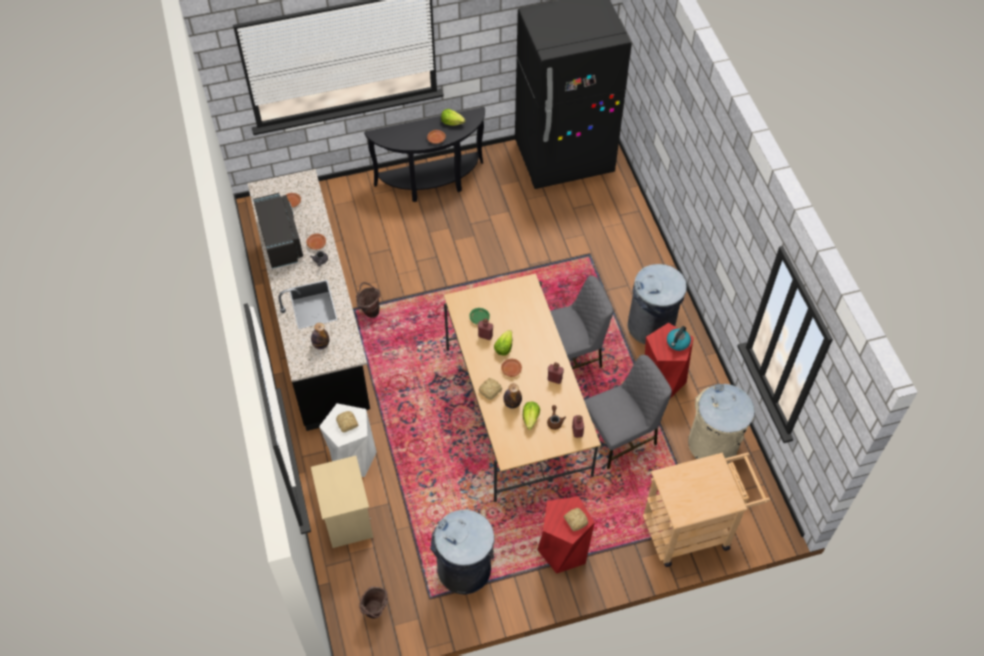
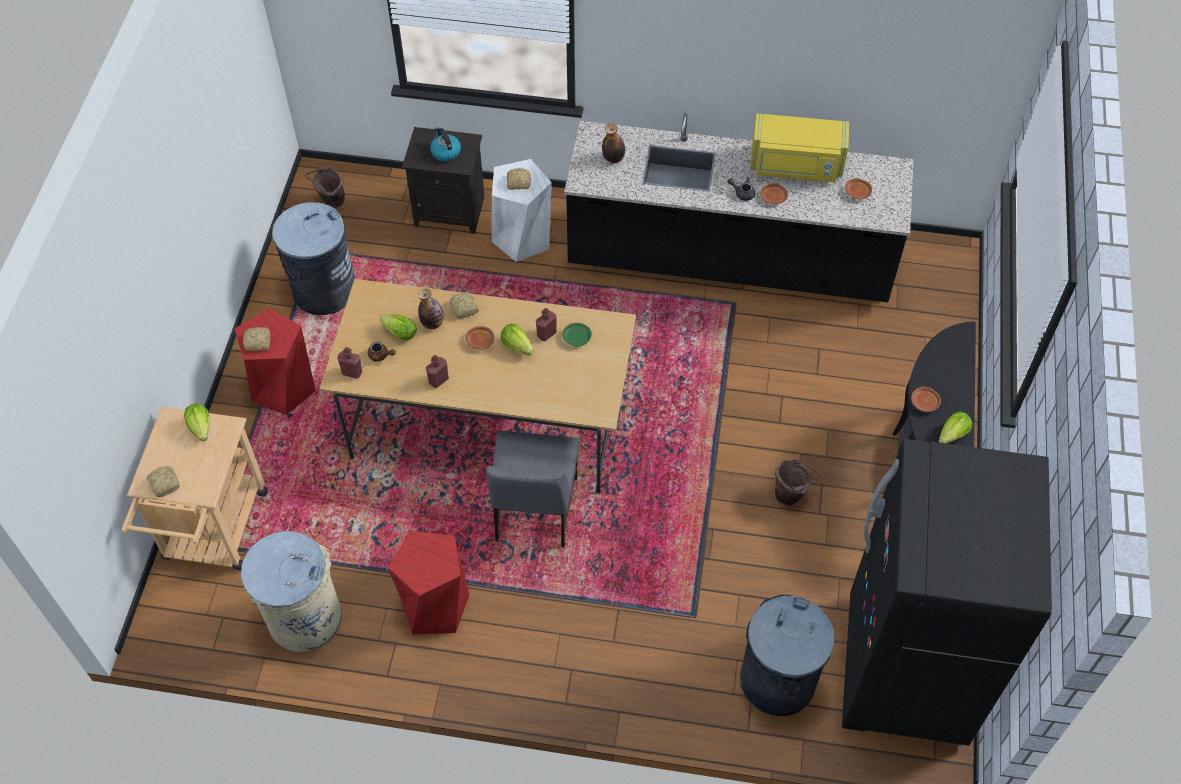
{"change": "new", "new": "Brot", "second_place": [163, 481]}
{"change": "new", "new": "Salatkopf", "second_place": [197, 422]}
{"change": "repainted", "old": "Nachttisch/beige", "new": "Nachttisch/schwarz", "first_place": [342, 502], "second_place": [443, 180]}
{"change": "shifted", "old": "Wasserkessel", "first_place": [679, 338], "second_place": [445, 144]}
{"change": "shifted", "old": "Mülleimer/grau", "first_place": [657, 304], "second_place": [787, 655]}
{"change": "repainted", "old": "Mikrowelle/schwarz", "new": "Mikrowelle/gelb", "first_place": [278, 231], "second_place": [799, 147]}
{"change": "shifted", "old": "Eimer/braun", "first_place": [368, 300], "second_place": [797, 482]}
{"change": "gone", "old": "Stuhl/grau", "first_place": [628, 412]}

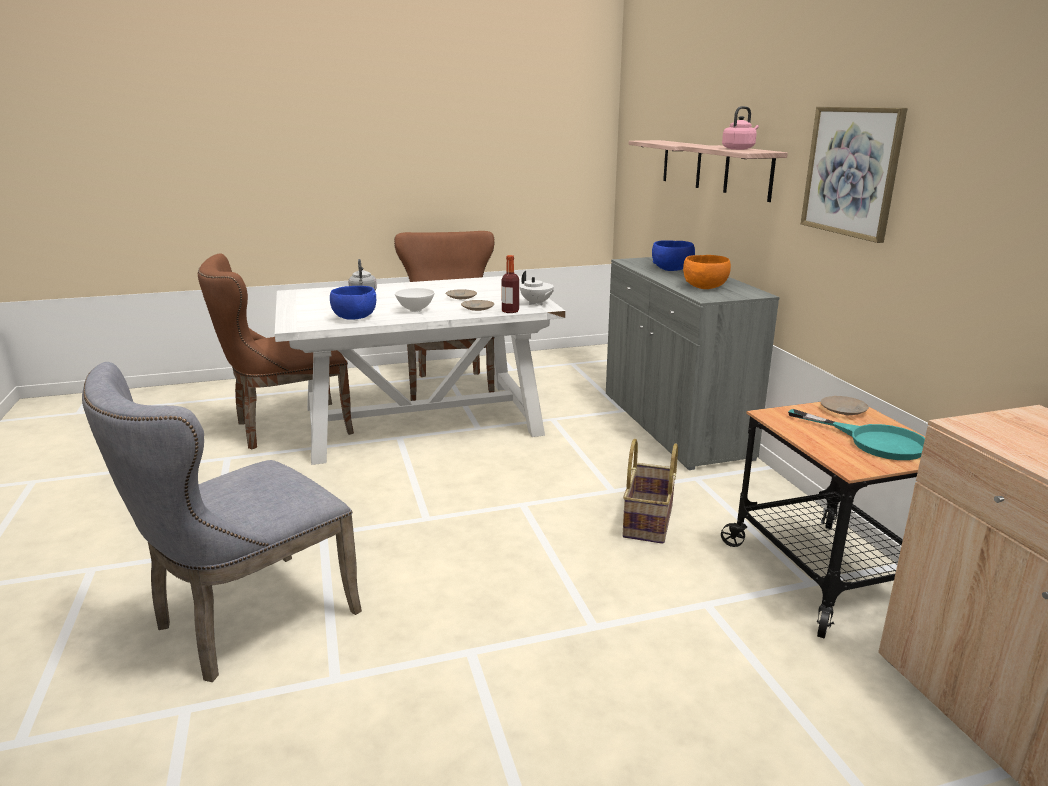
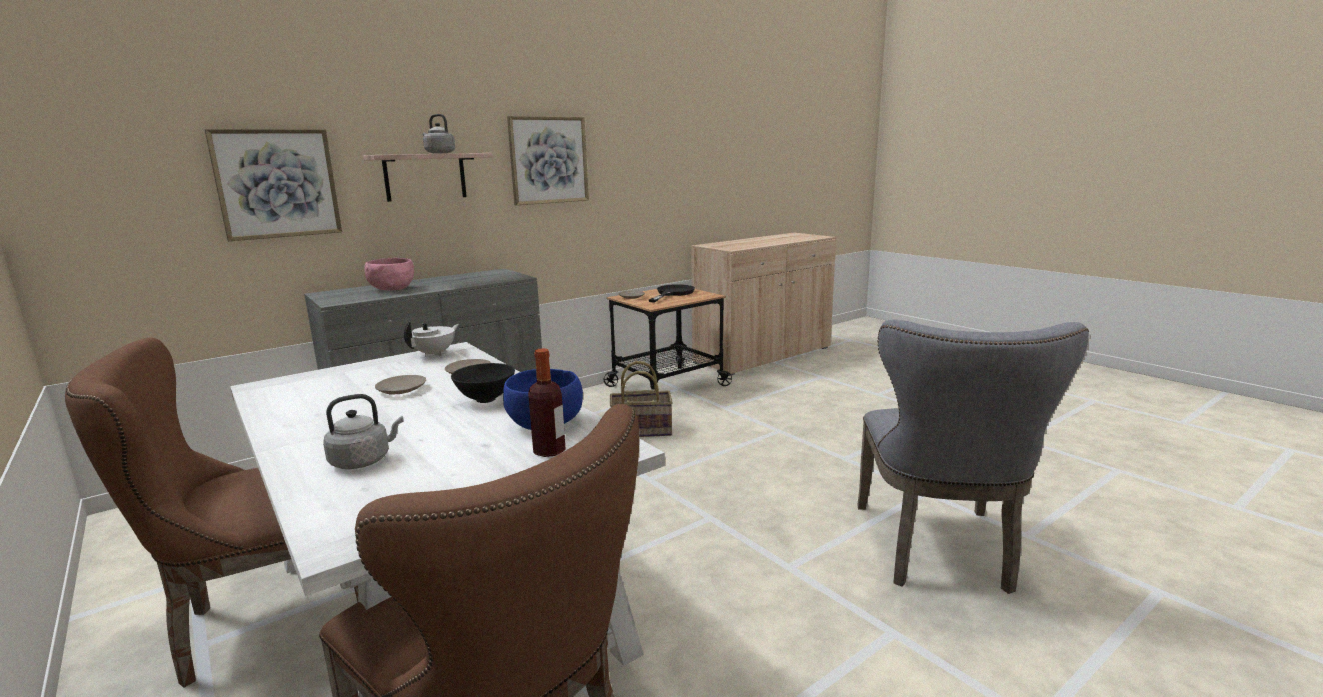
{"change": "swapped", "old": "Wandregal", "new": "Bild", "first_place": [669, 164], "second_place": [273, 185]}
{"change": "repainted", "old": "Schüssel/blau", "new": "Schüssel/rosa", "first_place": [673, 255], "second_place": [389, 274]}
{"change": "repainted", "old": "Wasserkessel/rosa", "new": "Wasserkessel/grau", "first_place": [740, 128], "second_place": [439, 134]}
{"change": "repainted", "old": "Schüssel/weiß", "new": "Schüssel/schwarz", "first_place": [415, 300], "second_place": [483, 383]}
{"change": "shifted", "old": "Flasche", "first_place": [510, 284], "second_place": [547, 402]}
{"change": "repainted", "old": "Pfanne/türkis", "new": "Pfanne/schwarz", "first_place": [856, 434], "second_place": [672, 293]}
{"change": "rotated", "old": "Stuhl/grau", "first_place": [222, 522], "second_place": [973, 457], "degrees": 75}
{"change": "gone", "old": "Schüssel/orange", "first_place": [707, 272]}

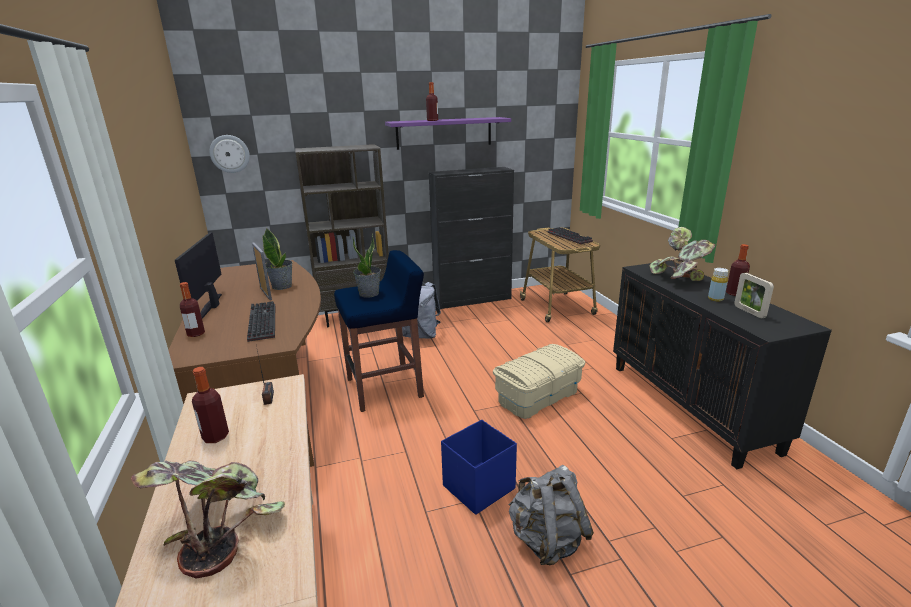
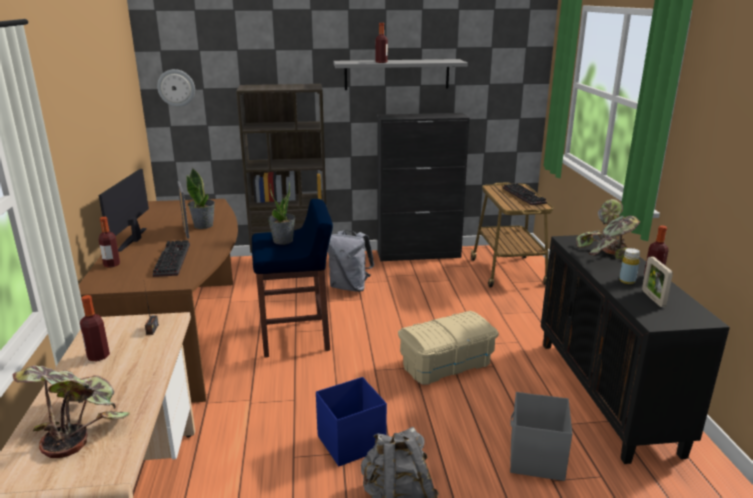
{"change": "repainted", "old": "Wandregal/lila", "new": "Wandregal/grau", "first_place": [448, 133], "second_place": [400, 74]}
{"change": "new", "new": "Aufbewahrungsbox/grau", "second_place": [541, 436]}

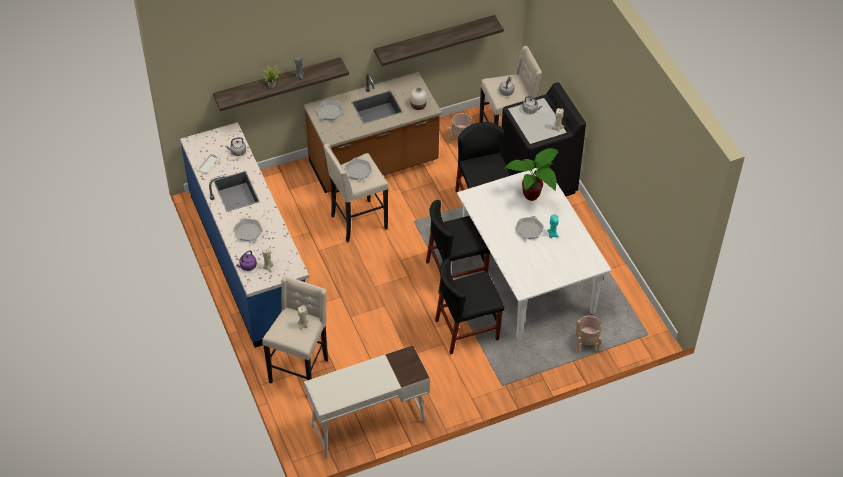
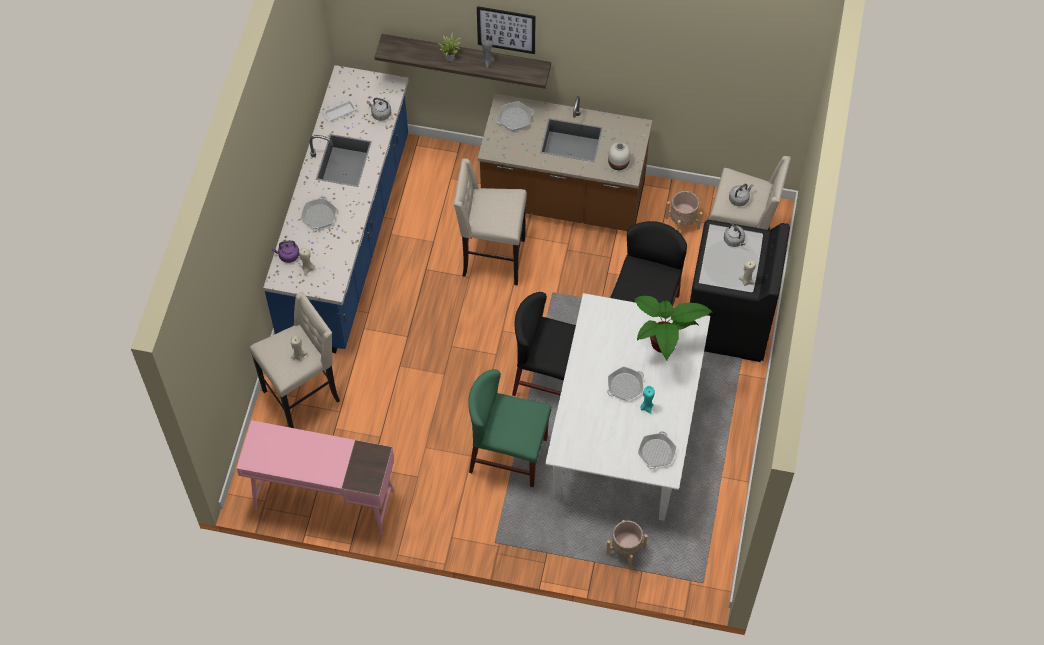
{"change": "repainted", "old": "Schreibtisch/weiß", "new": "Schreibtisch/rosa", "first_place": [367, 401], "second_place": [315, 477]}
{"change": "repainted", "old": "Stuhl/schwarz", "new": "Stuhl/grün", "first_place": [469, 307], "second_place": [509, 428]}
{"change": "new", "new": "Bild", "second_place": [506, 30]}
{"change": "shifted", "old": "Pfanne", "first_place": [358, 168], "second_place": [657, 450]}
{"change": "gone", "old": "Wandregal", "first_place": [439, 40]}

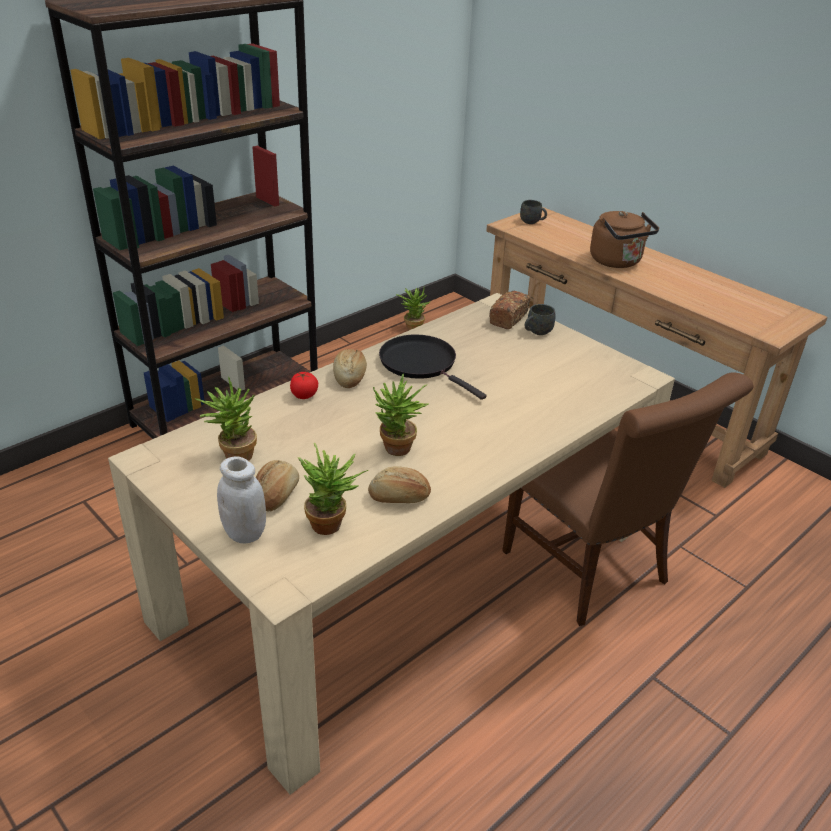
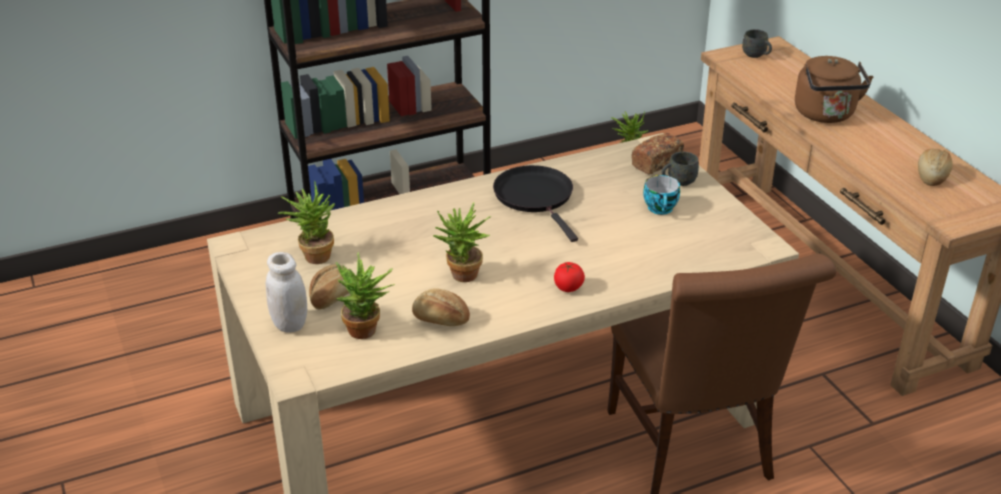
{"change": "shifted", "old": "Tomate", "first_place": [304, 385], "second_place": [569, 277]}
{"change": "new", "new": "Tasse", "second_place": [661, 195]}
{"change": "shifted", "old": "Brot", "first_place": [350, 368], "second_place": [935, 167]}

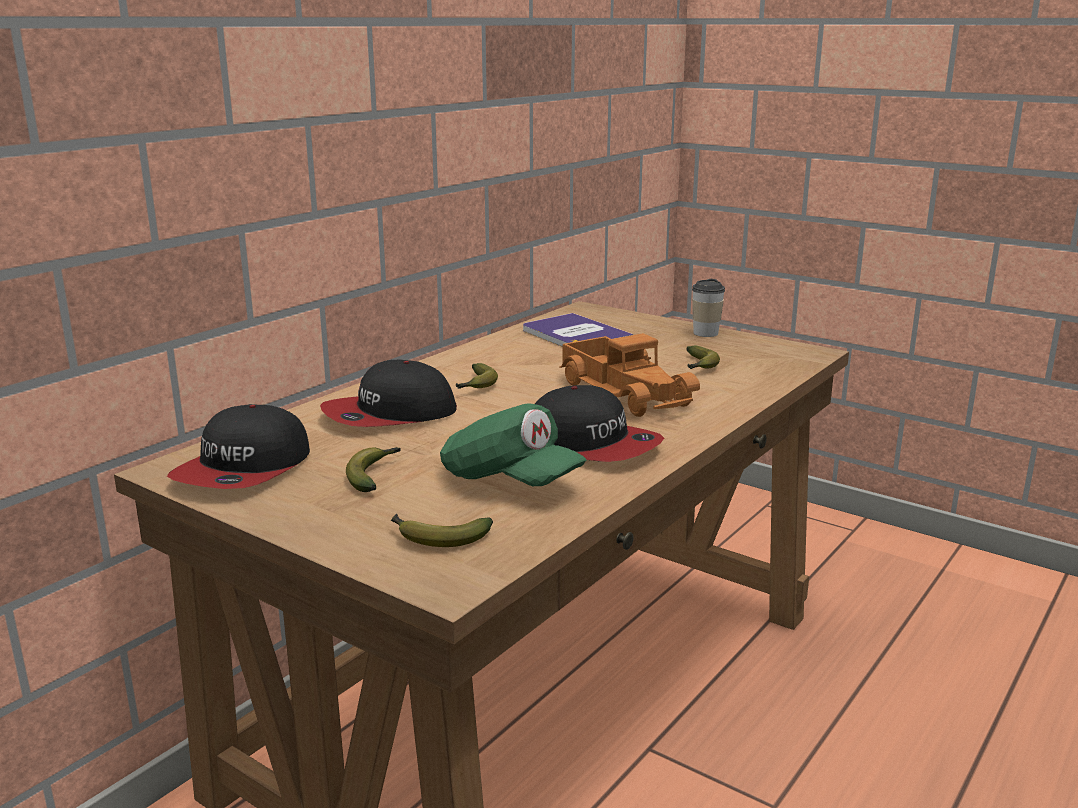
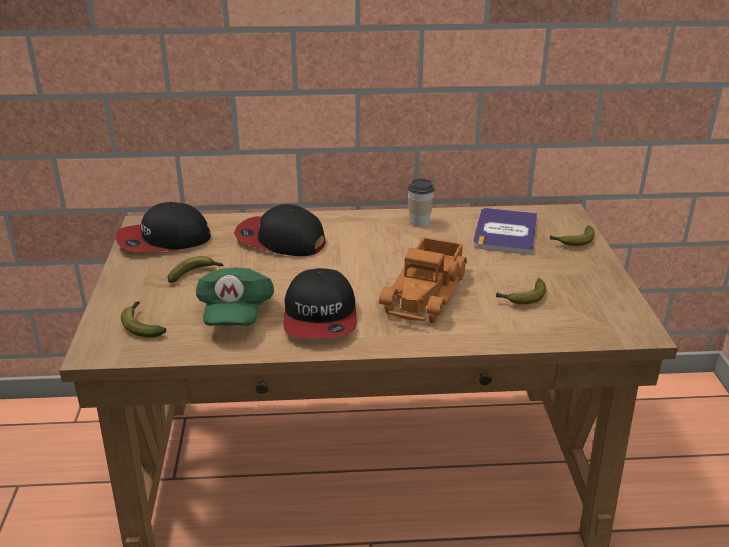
{"change": "shifted", "old": "Tasse", "first_place": [708, 308], "second_place": [421, 203]}
{"change": "shifted", "old": "Banane", "first_place": [477, 376], "second_place": [572, 236]}

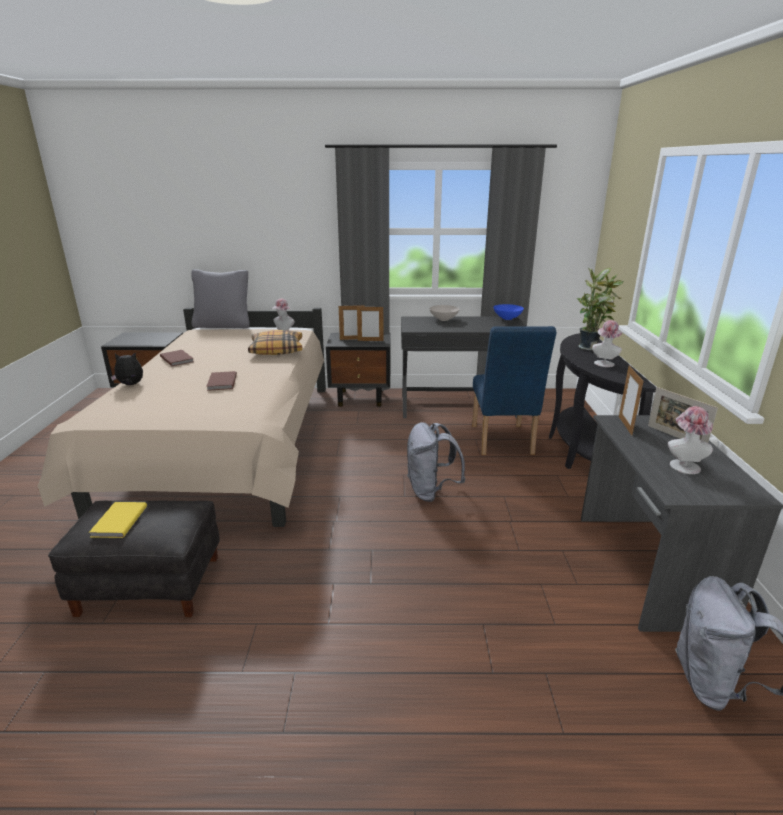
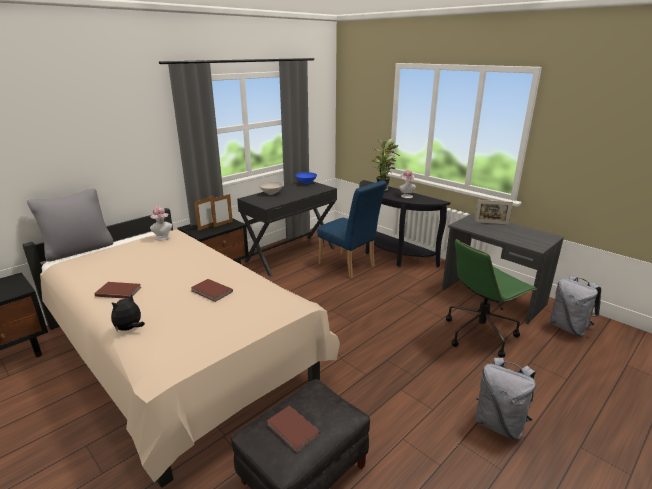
{"change": "repainted", "old": "Buch/gelb", "new": "Buch/braun", "first_place": [118, 520], "second_place": [293, 429]}
{"change": "new", "new": "Bürostuhl/grün", "second_place": [491, 298]}
{"change": "shifted", "old": "Rucksack/grau", "first_place": [436, 462], "second_place": [505, 399]}
{"change": "gone", "old": "Kissen", "first_place": [275, 342]}
{"change": "gone", "old": "Bilderrahmen", "first_place": [631, 400]}
{"change": "gone", "old": "Hut", "first_place": [690, 440]}

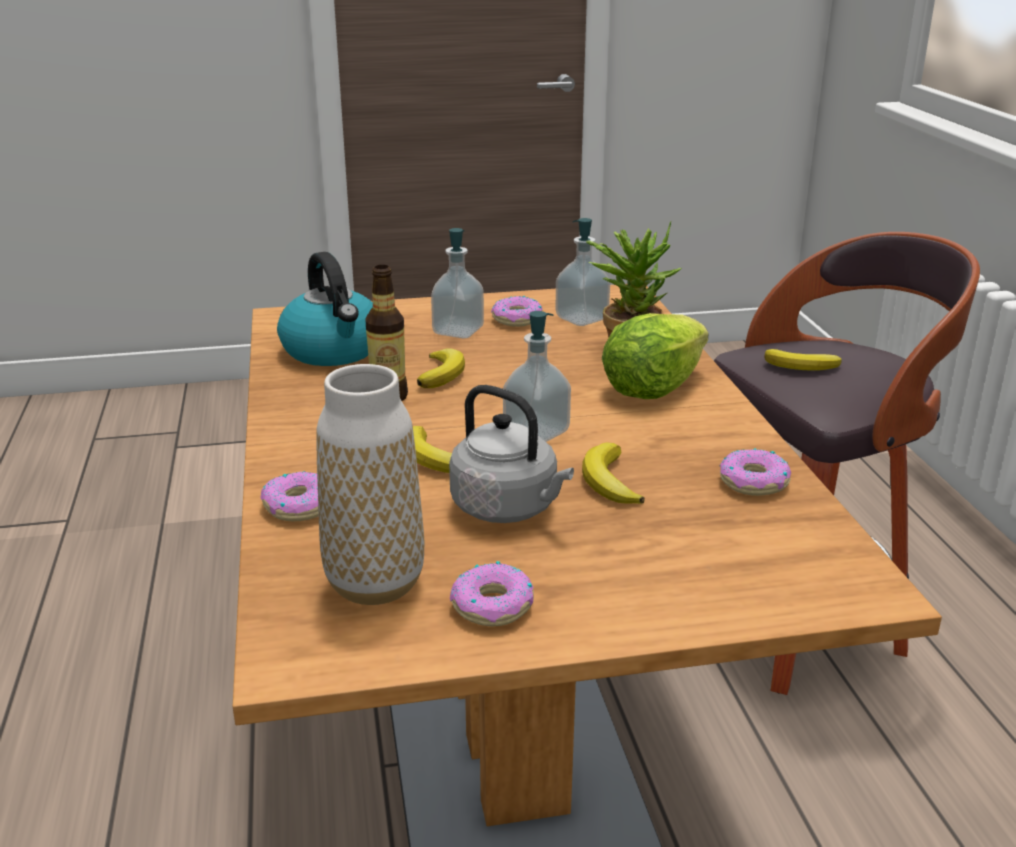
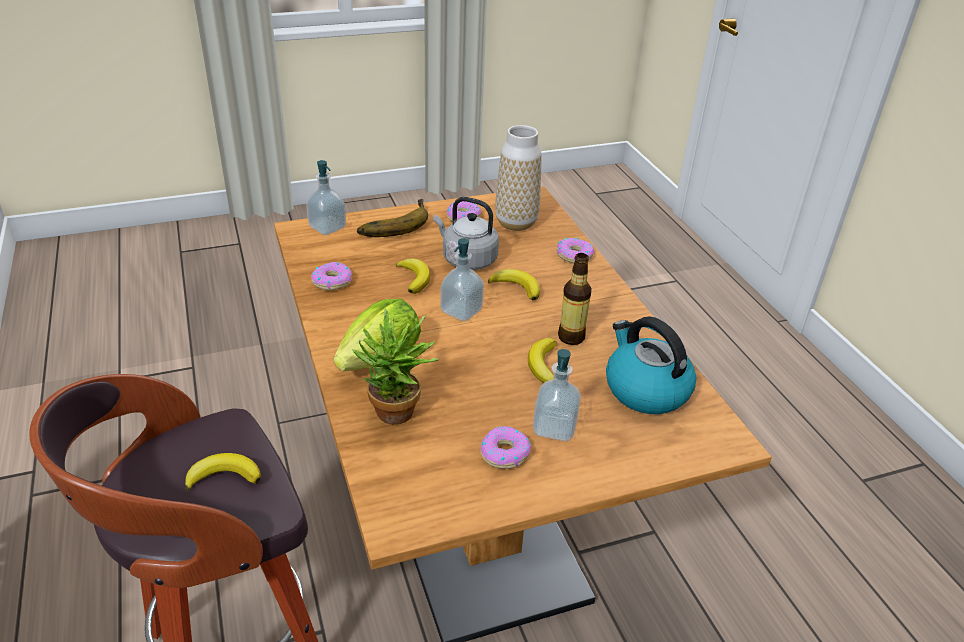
{"change": "shifted", "old": "Seifenspender", "first_place": [583, 272], "second_place": [326, 197]}
{"change": "new", "new": "Banane", "second_place": [392, 218]}

